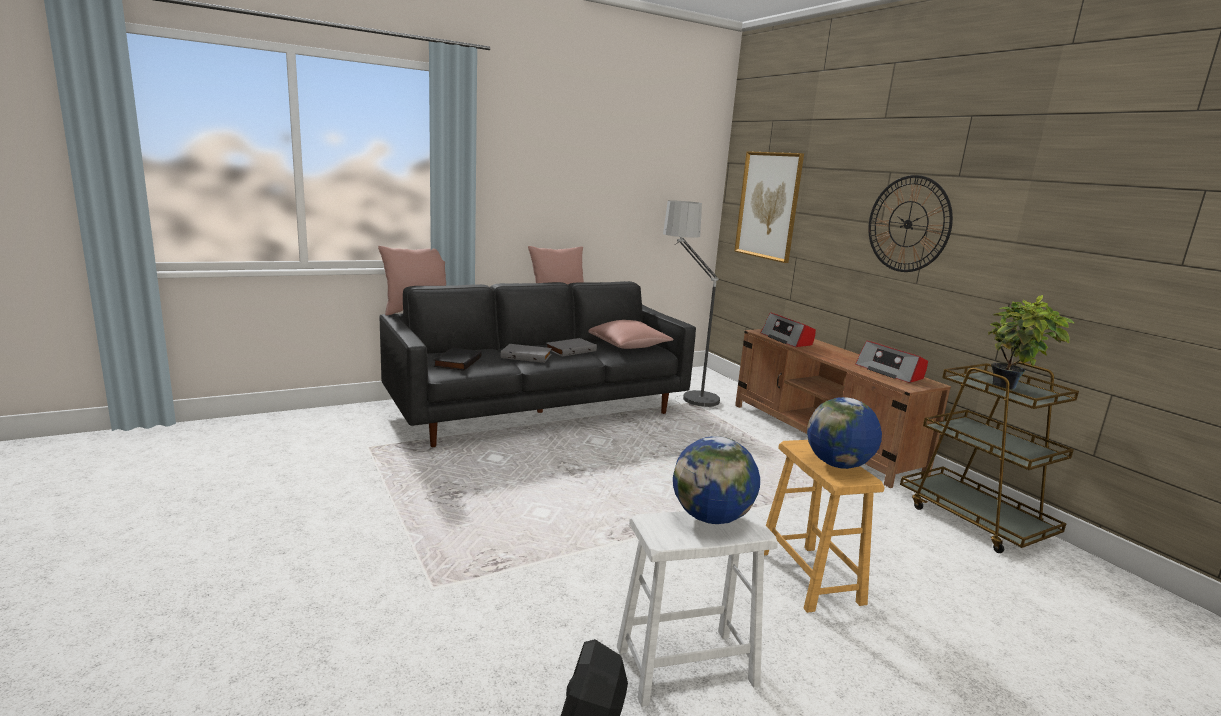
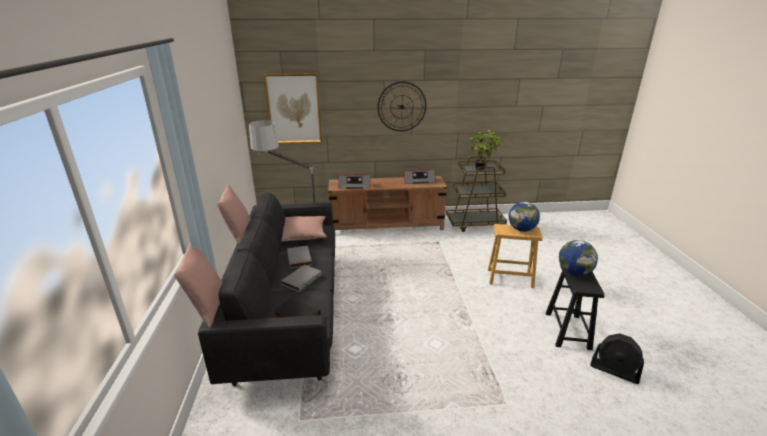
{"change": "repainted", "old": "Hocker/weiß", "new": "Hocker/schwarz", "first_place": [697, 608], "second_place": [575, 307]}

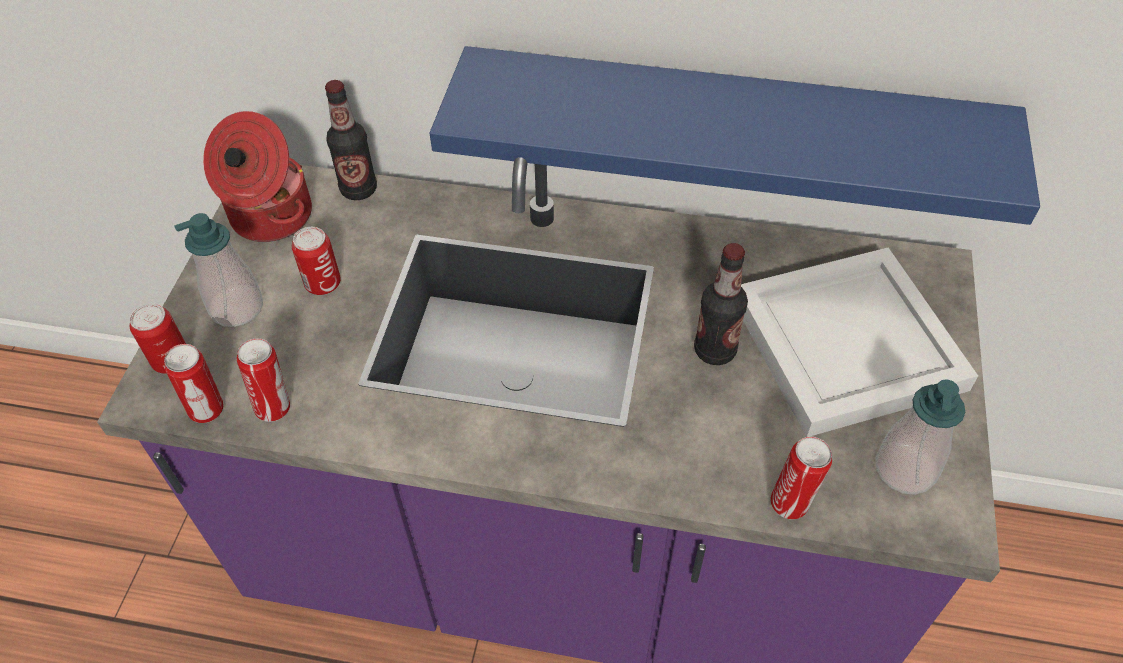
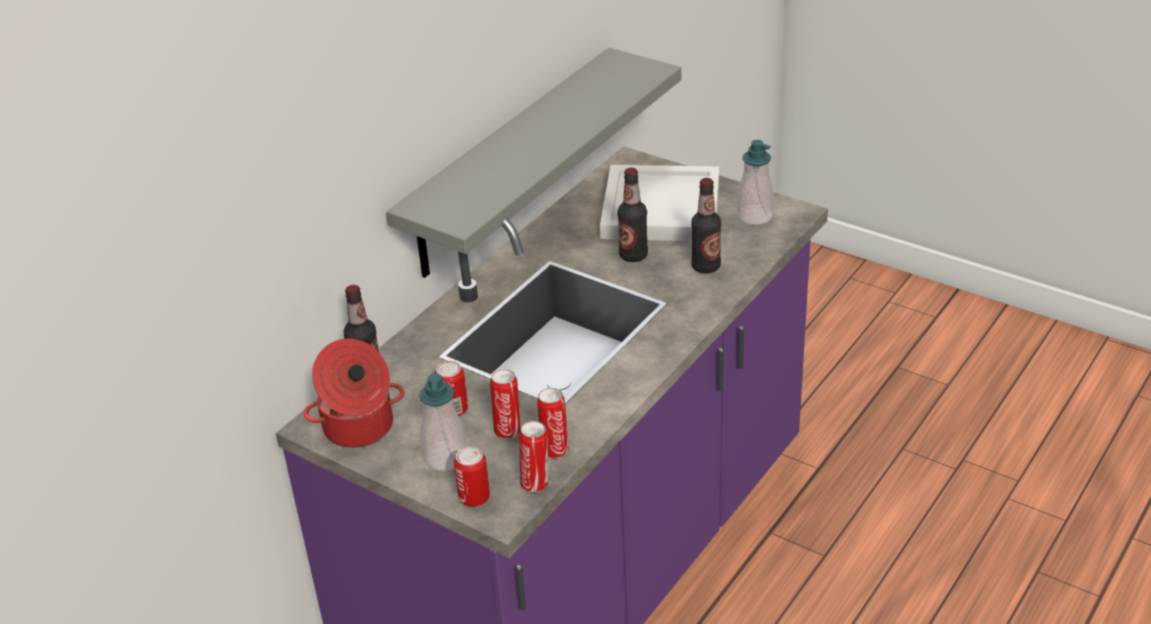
{"change": "repainted", "old": "Wandregal/blau", "new": "Wandregal/grau", "first_place": [734, 135], "second_place": [533, 163]}
{"change": "shifted", "old": "Dose", "first_place": [801, 478], "second_place": [505, 404]}
{"change": "new", "new": "Flasche", "second_place": [706, 226]}

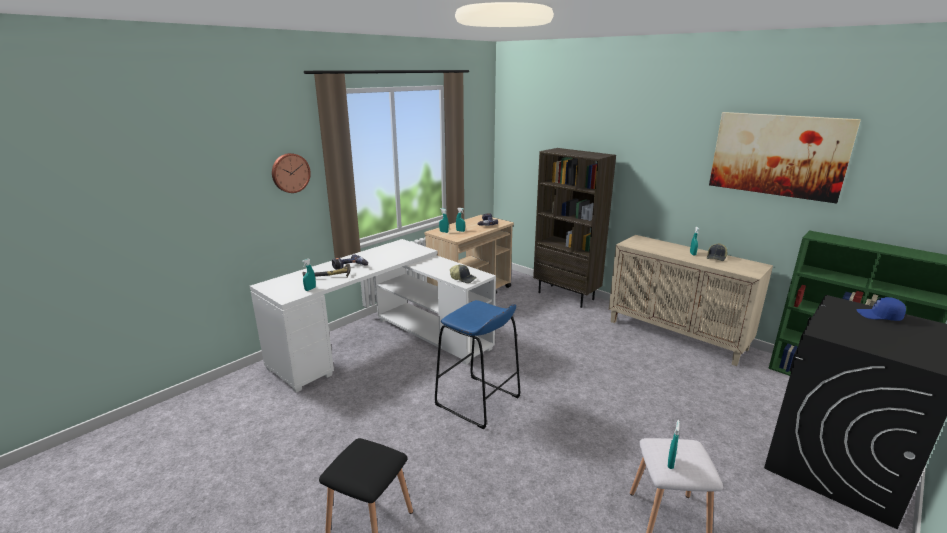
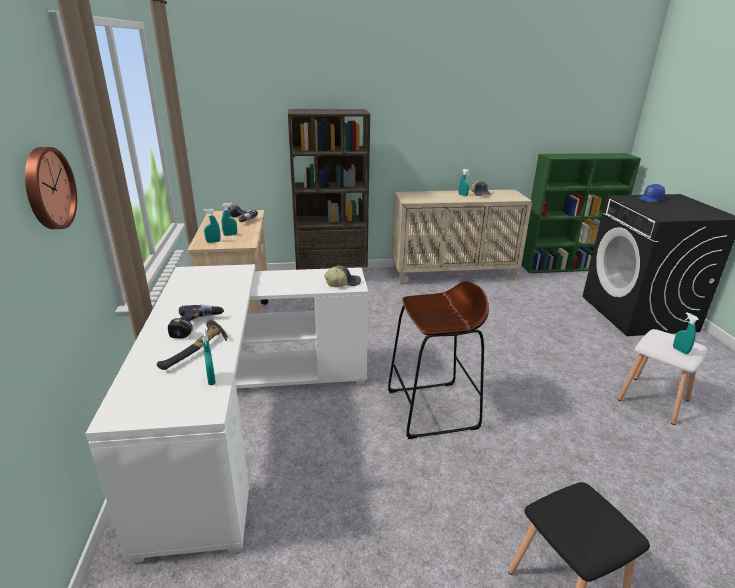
{"change": "repainted", "old": "Hocker/blau", "new": "Hocker/braun", "first_place": [477, 364], "second_place": [438, 360]}
{"change": "gone", "old": "Bild", "first_place": [785, 158]}

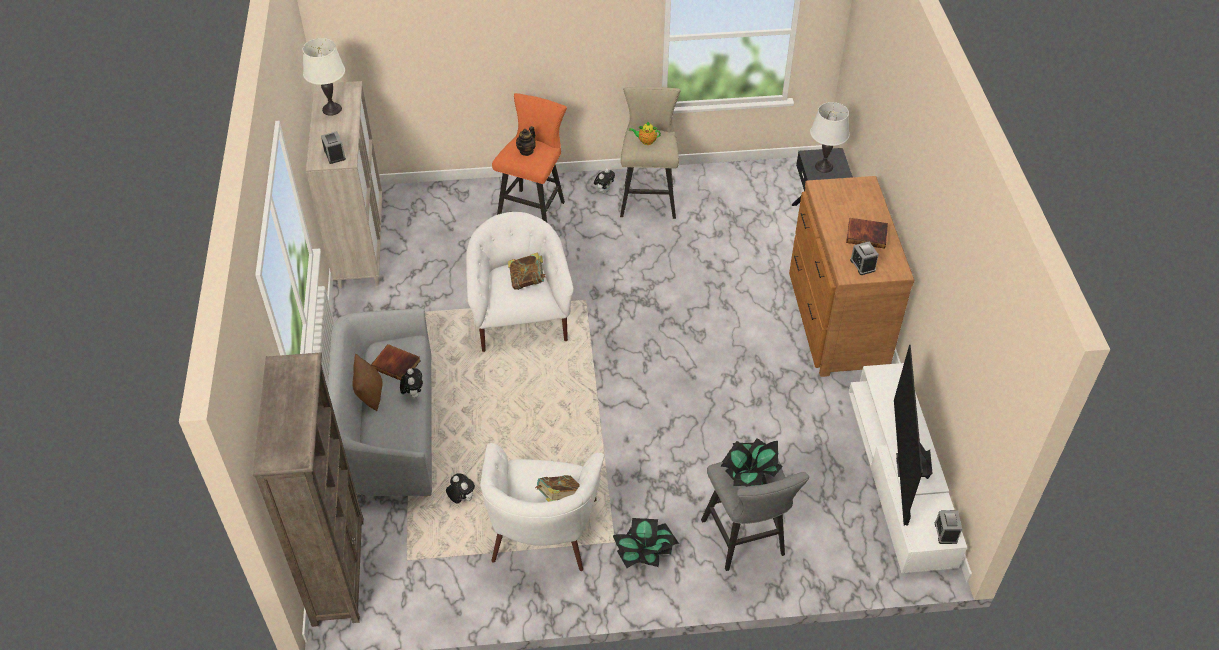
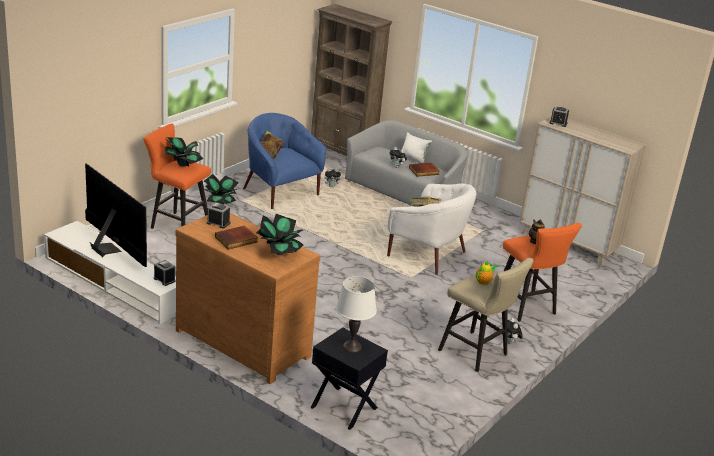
{"change": "repainted", "old": "Hocker/grau", "new": "Hocker/orange", "first_place": [755, 515], "second_place": [177, 176]}
{"change": "shifted", "old": "Wecker", "first_place": [948, 527], "second_place": [165, 273]}
{"change": "repainted", "old": "Sessel/weiß", "new": "Sessel/blau", "first_place": [542, 507], "second_place": [285, 161]}
{"change": "new", "new": "Topfpflanze", "second_place": [279, 234]}
{"change": "repainted", "old": "Kissen/braun", "new": "Kissen/weiß", "first_place": [367, 382], "second_place": [417, 147]}
{"change": "gone", "old": "Tischlampe/weiß", "first_place": [324, 77]}

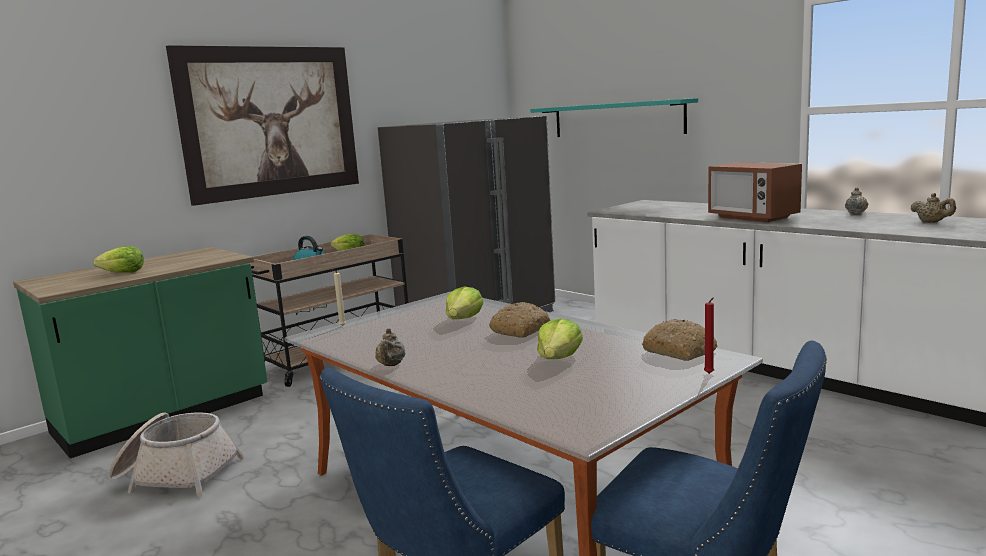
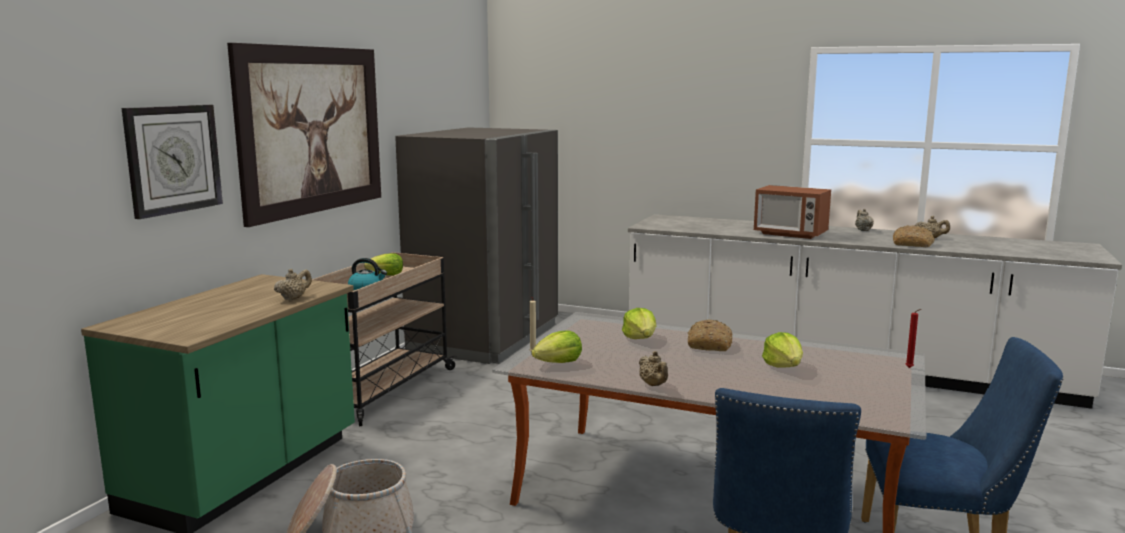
{"change": "new", "new": "Wanduhr", "second_place": [172, 162]}
{"change": "new", "new": "Teekanne/beige", "second_place": [293, 284]}
{"change": "shifted", "old": "Salatkopf", "first_place": [118, 259], "second_place": [557, 346]}
{"change": "shifted", "old": "Brot", "first_place": [679, 340], "second_place": [914, 236]}
{"change": "gone", "old": "Wandregal/türkis", "first_place": [614, 117]}

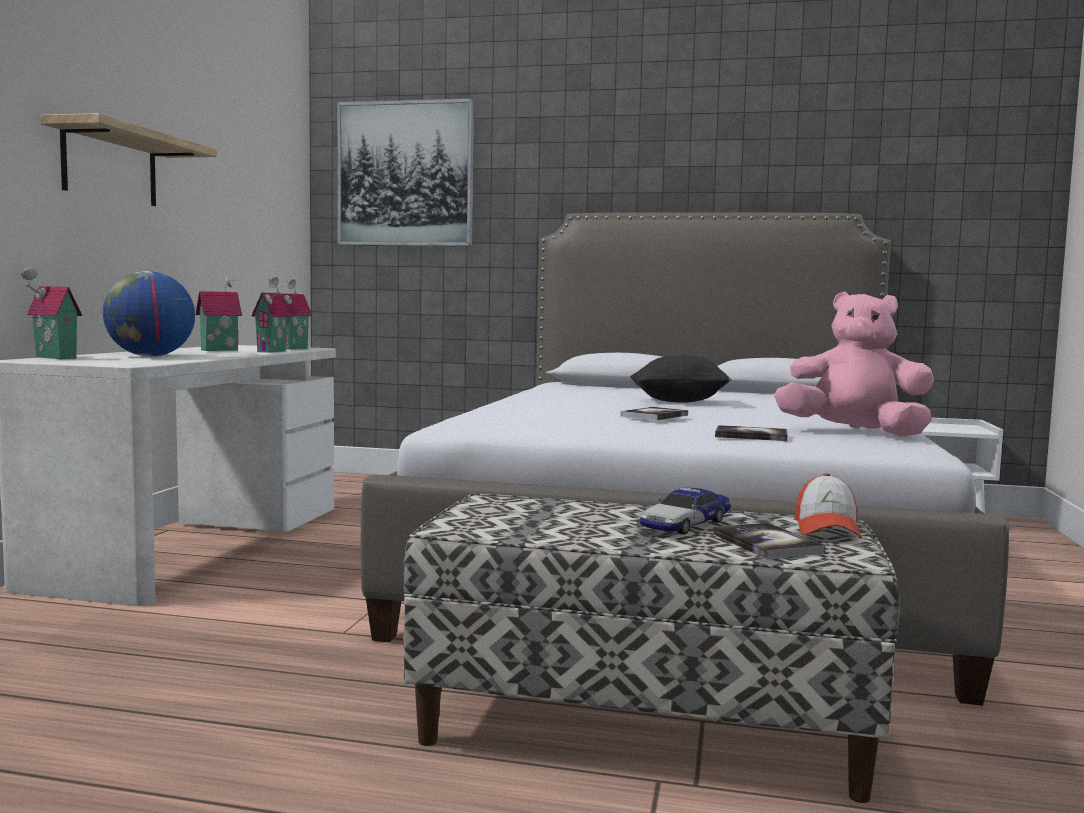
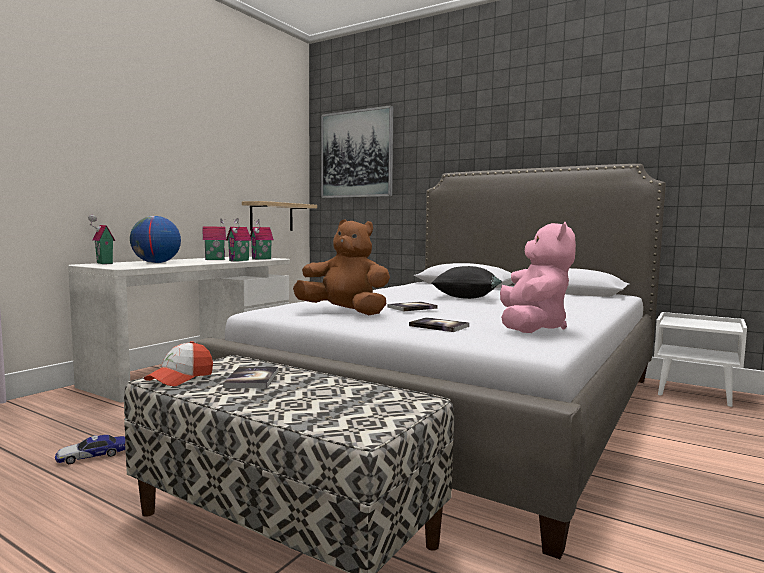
{"change": "shifted", "old": "Spielzeugauto", "first_place": [685, 511], "second_place": [90, 449]}
{"change": "shifted", "old": "Kappe", "first_place": [828, 506], "second_place": [178, 363]}
{"change": "shifted", "old": "Buch", "first_place": [769, 541], "second_place": [250, 377]}
{"change": "shifted", "old": "Wandregal", "first_place": [129, 159], "second_place": [279, 216]}
{"change": "new", "new": "Plüschtier/braun", "second_place": [341, 267]}
{"change": "rotated", "old": "Plüschtier/rosa", "first_place": [854, 364], "second_place": [538, 277], "degrees": 60}

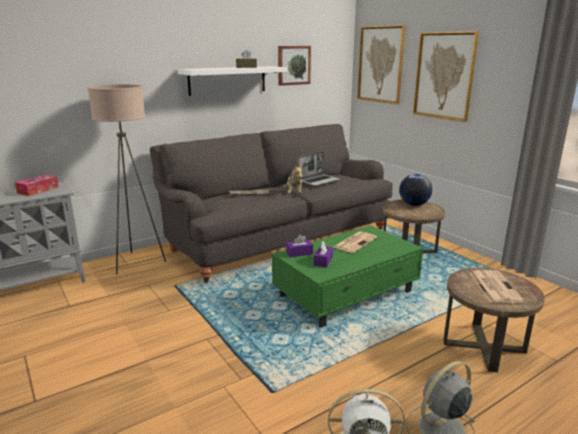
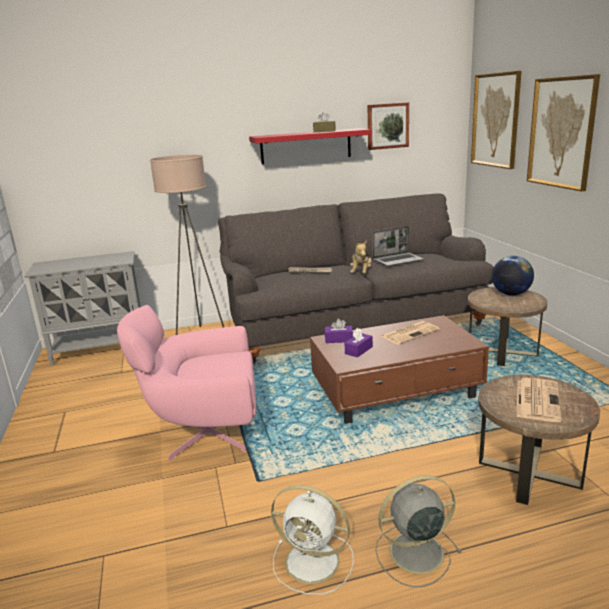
{"change": "new", "new": "Sessel/rosa", "second_place": [186, 383]}
{"change": "repainted", "old": "Wandregal/weiß", "new": "Wandregal/rot", "first_place": [233, 81], "second_place": [310, 146]}
{"change": "repainted", "old": "Couchtisch/grün", "new": "Couchtisch/braun", "first_place": [347, 276], "second_place": [399, 369]}
{"change": "gone", "old": "Taschentuchbox", "first_place": [37, 185]}

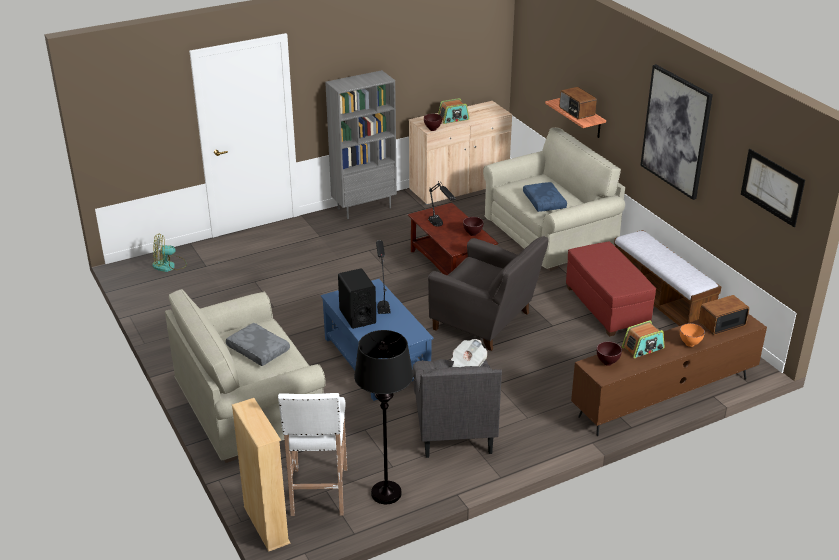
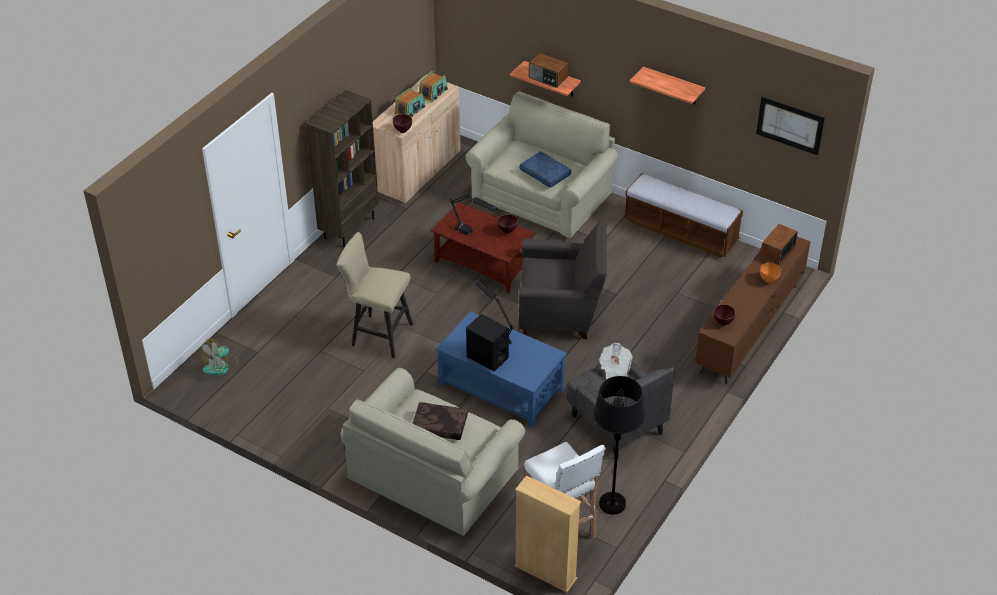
{"change": "repainted", "old": "Bücherregal/grau", "new": "Bücherregal/braun", "first_place": [361, 144], "second_place": [342, 168]}
{"change": "new", "new": "Hocker/beige", "second_place": [375, 295]}
{"change": "repainted", "old": "Kissen/grau", "new": "Kissen/braun", "first_place": [258, 344], "second_place": [440, 421]}
{"change": "shifted", "old": "Radio", "first_place": [643, 339], "second_place": [433, 87]}
{"change": "swapped", "old": "Bild", "new": "Wandregal", "first_place": [676, 132], "second_place": [667, 85]}
{"change": "gone", "old": "Polsterhocker/rot", "first_place": [611, 289]}

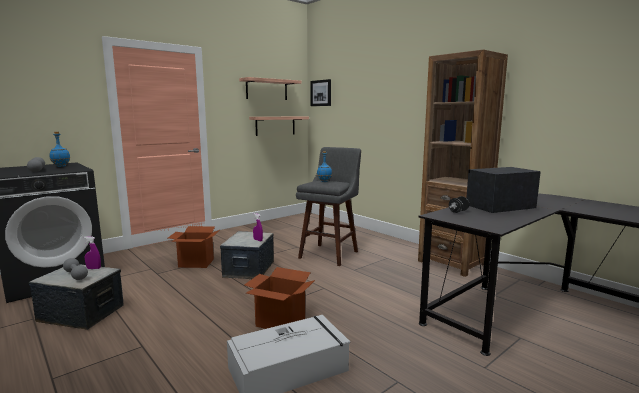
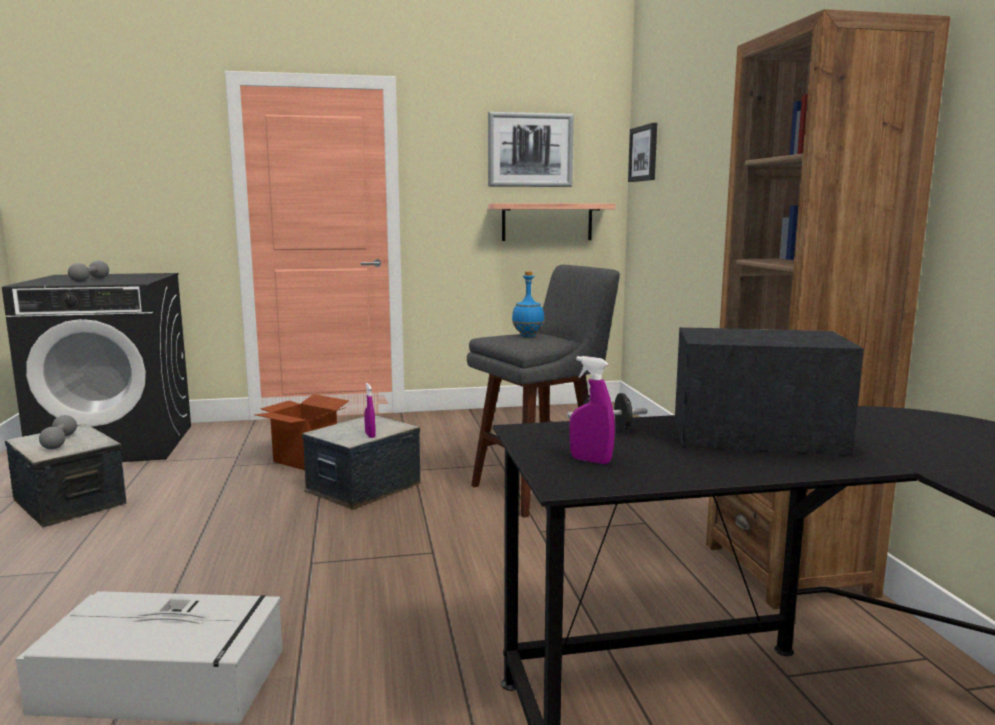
{"change": "swapped", "old": "Wandregal", "new": "Bild", "first_place": [270, 88], "second_place": [531, 149]}
{"change": "shifted", "old": "Sprühflasche/lila", "first_place": [92, 252], "second_place": [592, 410]}
{"change": "gone", "old": "Flasche/blau", "first_place": [59, 149]}
{"change": "gone", "old": "Karton", "first_place": [279, 298]}

